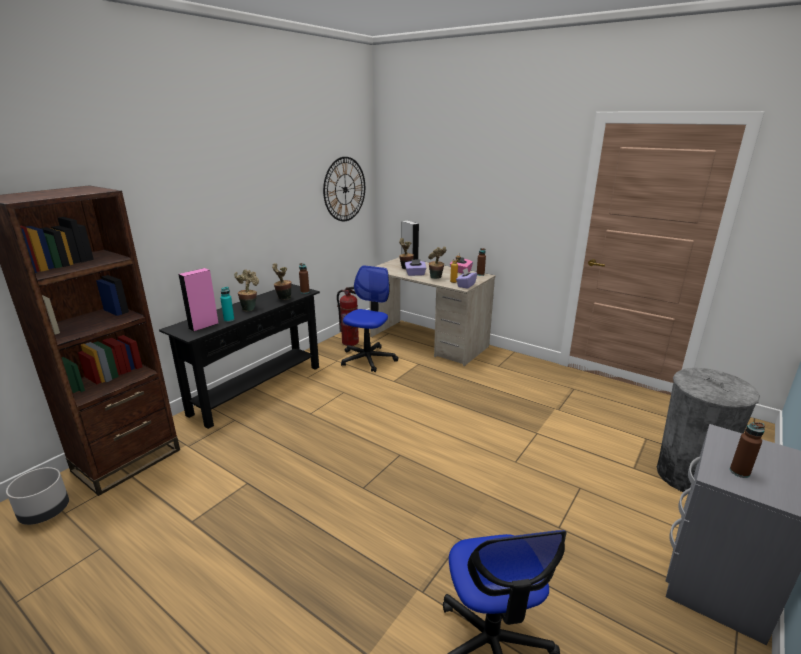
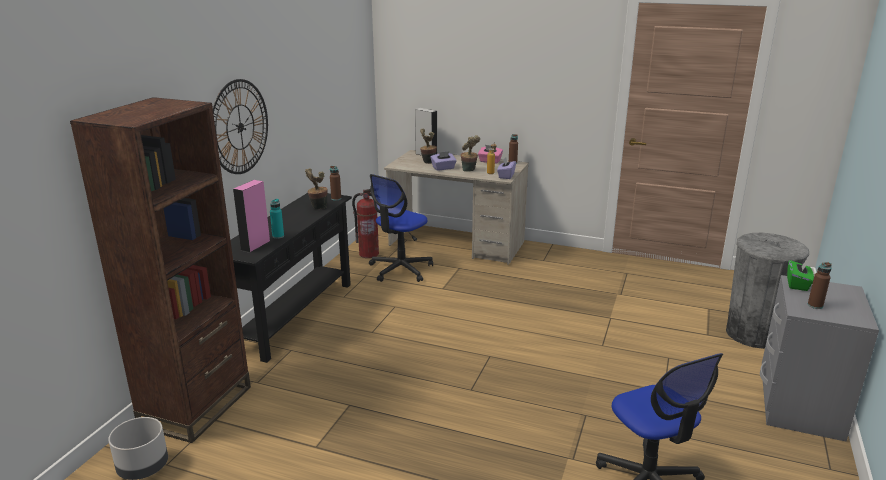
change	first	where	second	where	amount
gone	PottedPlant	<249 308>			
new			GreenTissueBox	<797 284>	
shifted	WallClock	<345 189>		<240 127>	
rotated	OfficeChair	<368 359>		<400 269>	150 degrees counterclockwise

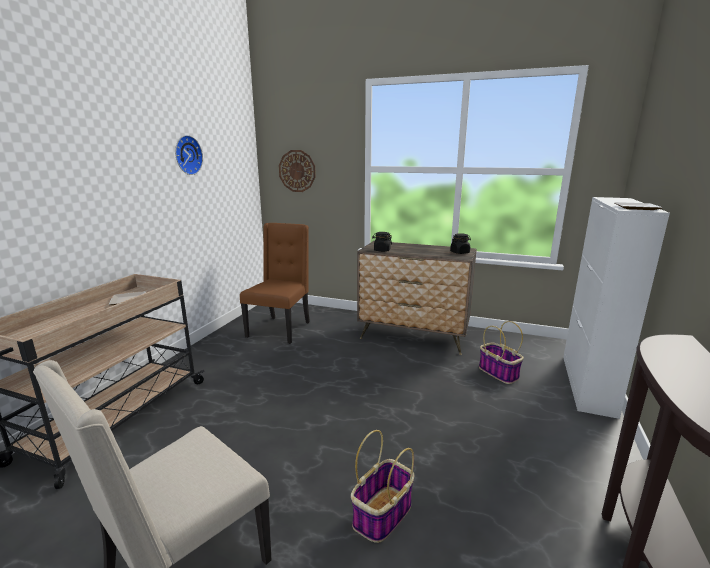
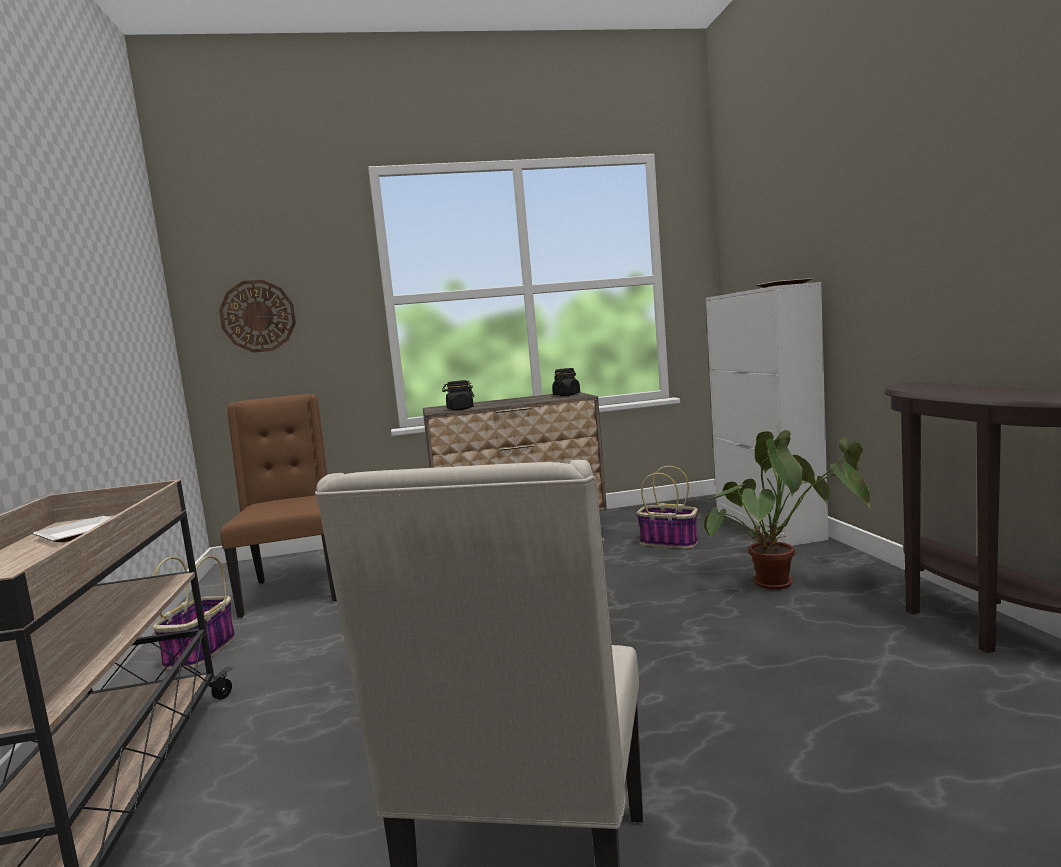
change	first	where	second	where	amount
gone	WallClock	<187 155>			
new			PottedPlant	<783 577>	
shifted	Basket	<382 515>		<200 652>	

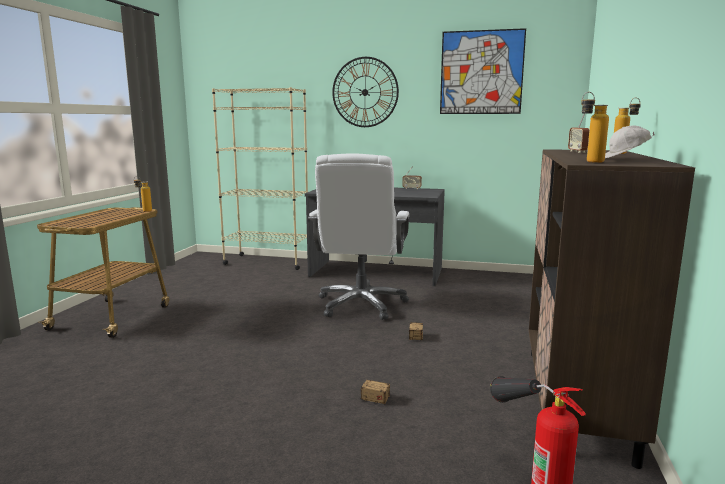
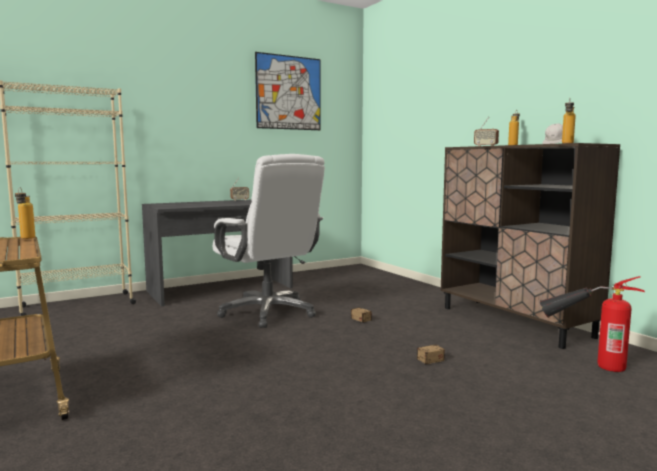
change	first	where	second	where	amount
gone	WallClock	<365 92>			

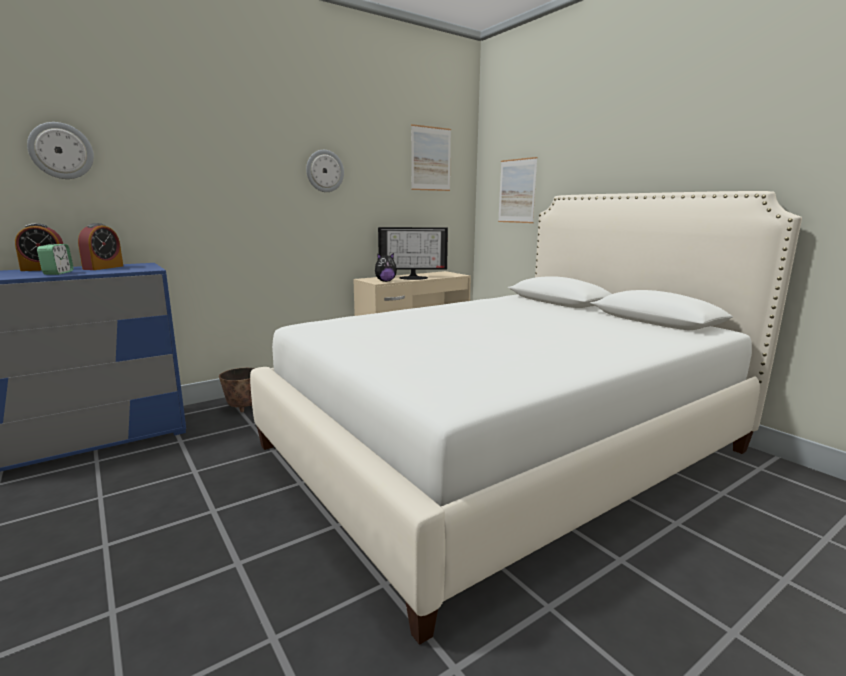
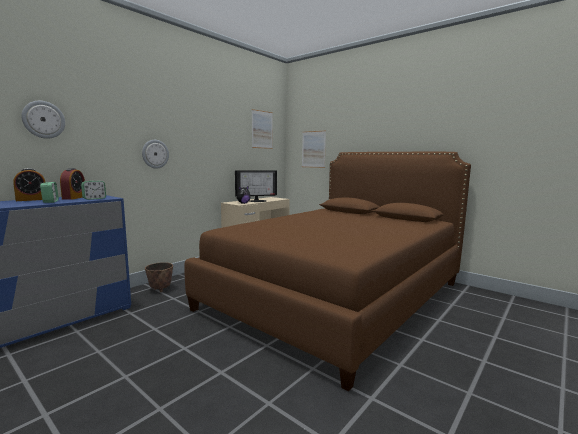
change	first	where	second	where	amount
new			AlarmClock	<94 198>	
shifted	WallClock	<324 171>		<155 154>	
repainted	WhiteBed	<505 448>	BrownBed	<337 295>	

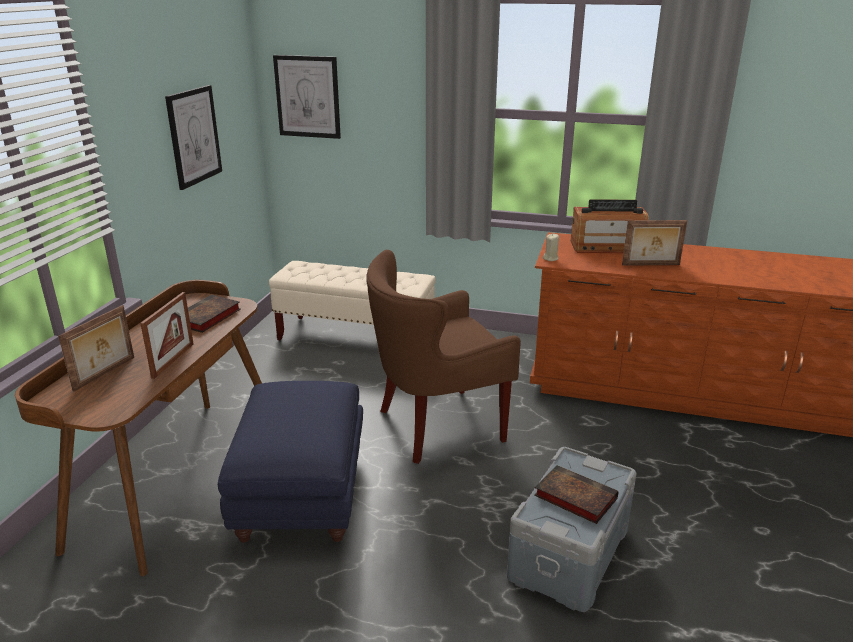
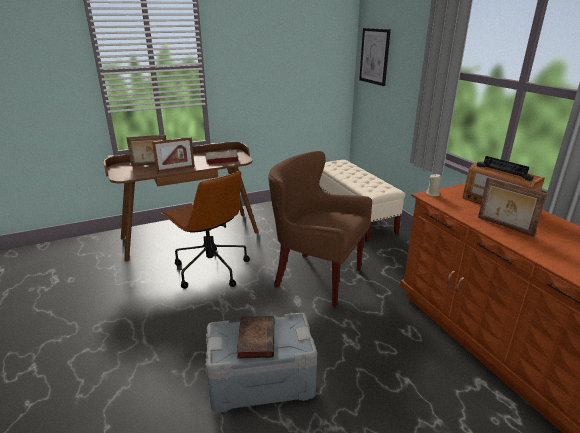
change	first	where	second	where	amount
gone	Picture	<194 136>			
swapped	BlueOttoman	<302 496>	BrownOfficeChair	<210 269>	

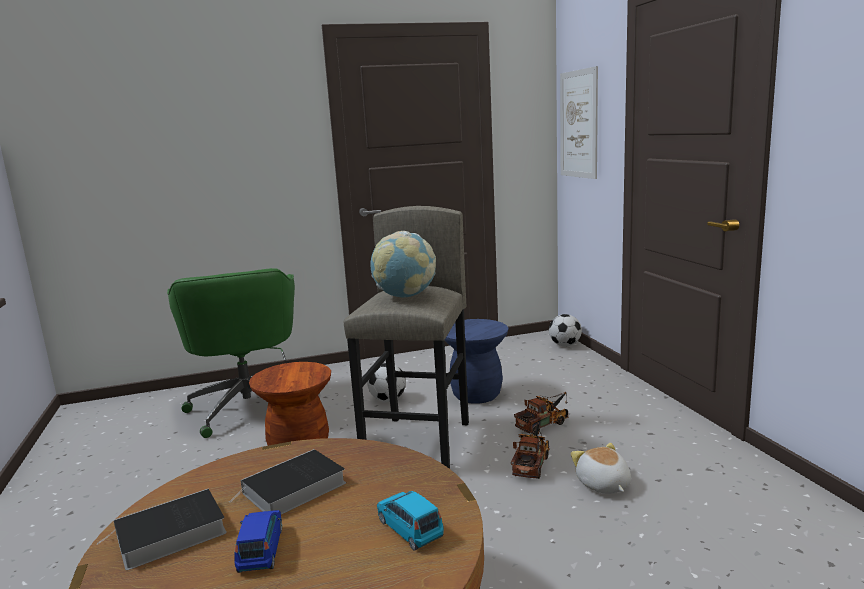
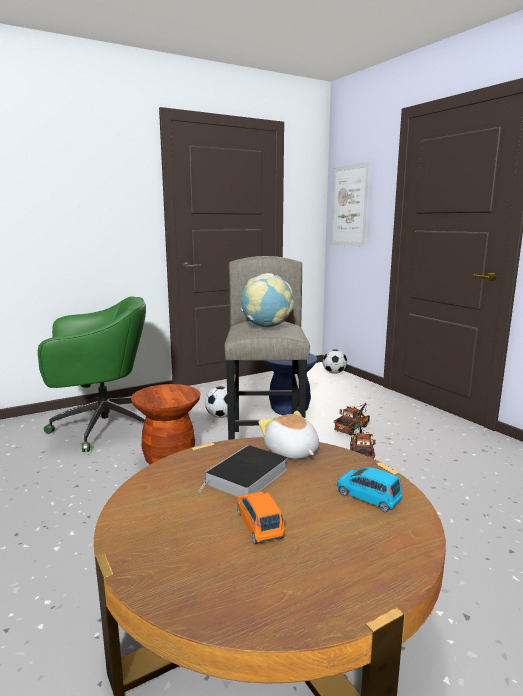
change	first	where	second	where	amount
gone	Book	<167 535>			
shifted	PlushToy	<603 485>		<291 452>	
repainted	BlueToyCar	<261 549>	OrangeToyCar	<259 524>	
rotated	GreenOfficeChair	<248 406>		<101 427>	75 degrees counterclockwise

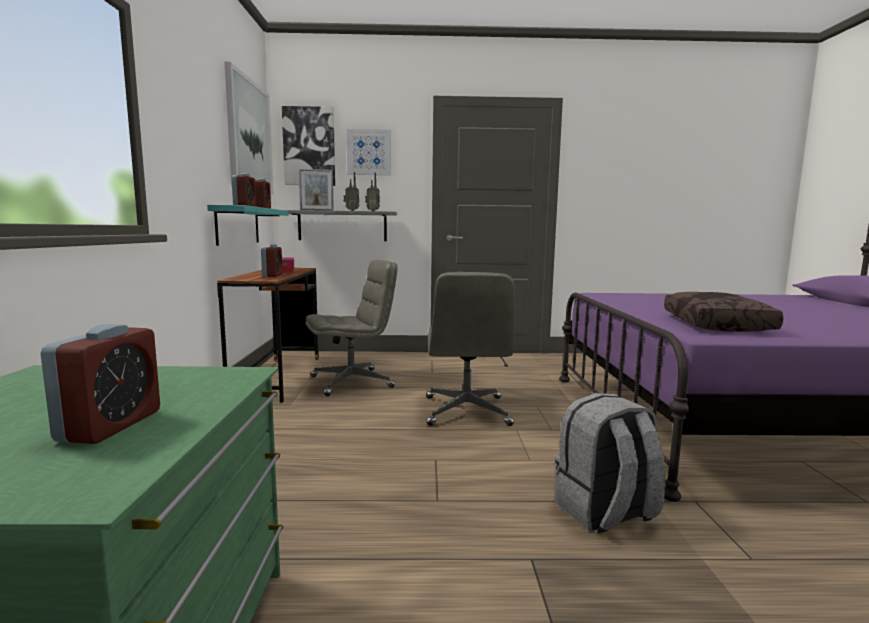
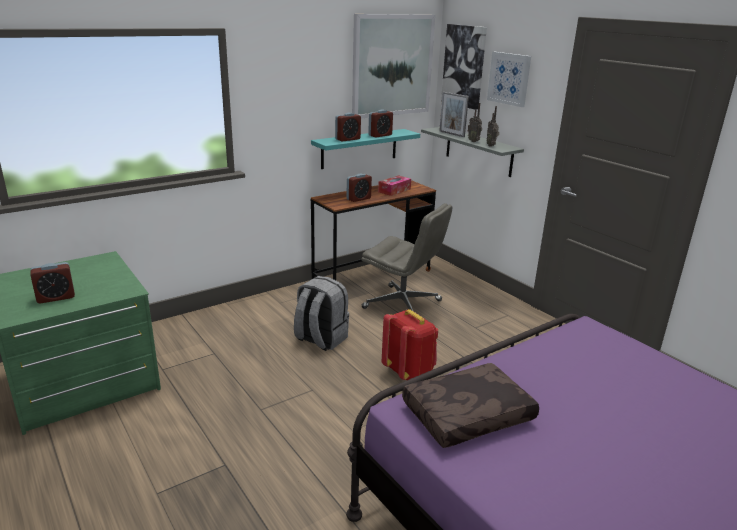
change	first	where	second	where	amount
shifted	GreyBackpack	<605 512>		<320 339>	
swapped	GreyOfficeChair	<467 411>	RedBackpack	<409 374>	

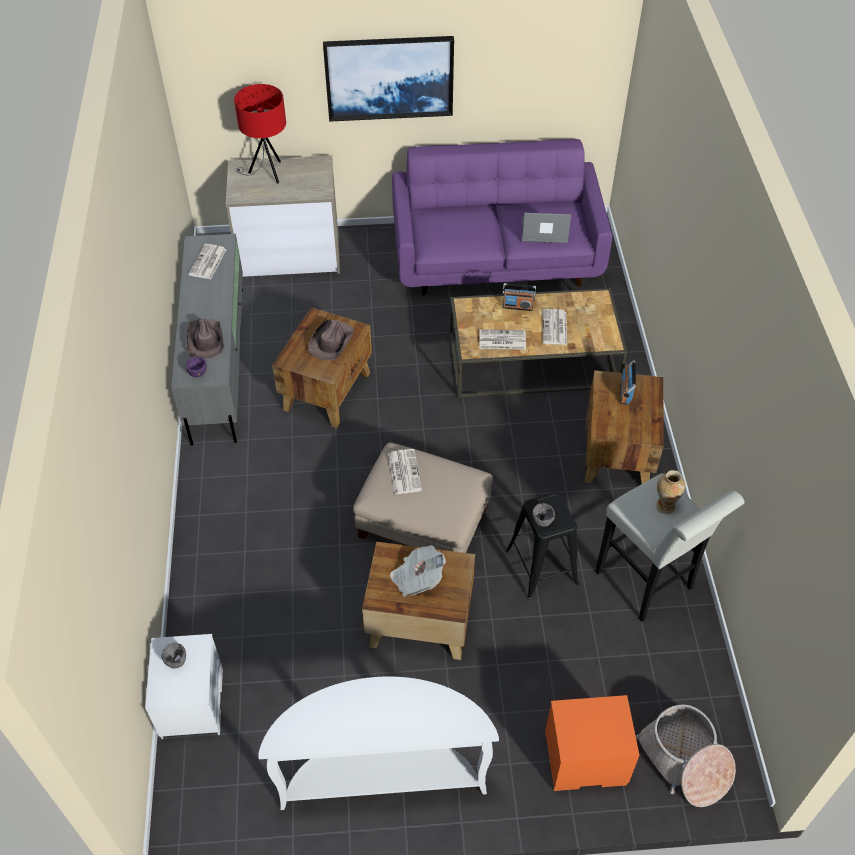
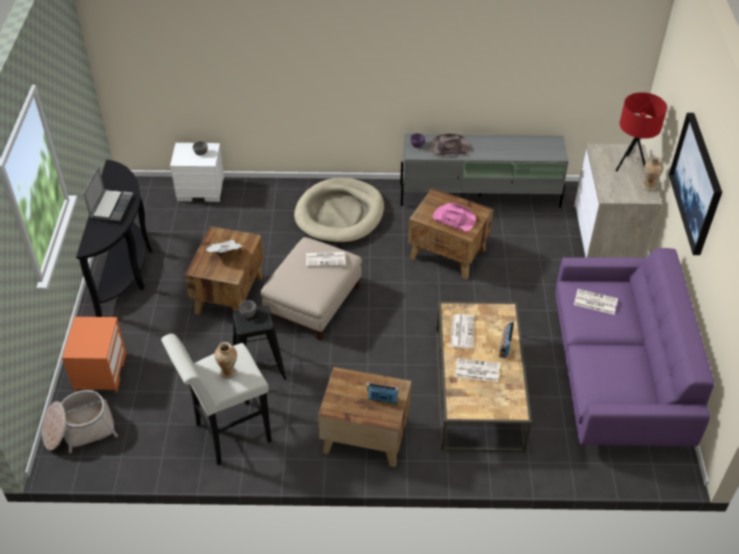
change	first	where	second	where	amount
new			BeigeDogBed	<340 214>	
new			Vase	<648 186>	
shifted	Newspaper	<208 262>		<595 302>	
shifted	Laptop	<543 232>		<111 206>	
repainted	WhiteConsoleTable	<382 774>	BlackConsoleTable	<127 270>	
repainted	BrownHat	<331 342>	PinkHat	<453 218>	

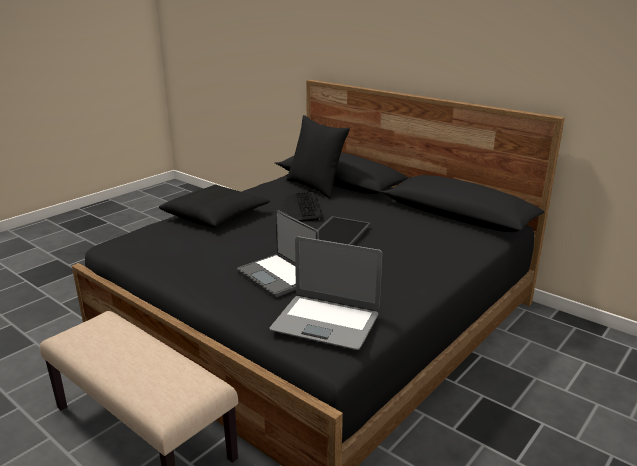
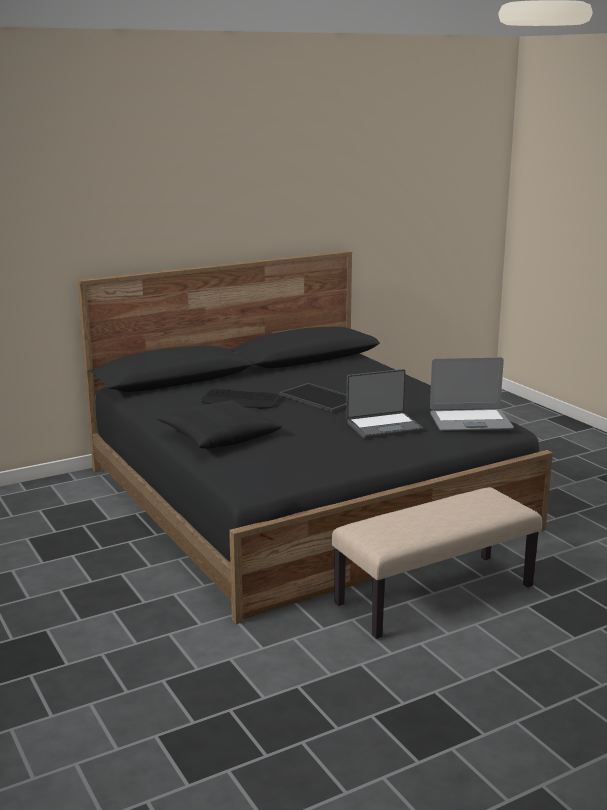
change	first	where	second	where	amount
gone	BlackPillow	<315 186>			
rotated	Laptop	<326 322>		<470 421>	45 degrees clockwise

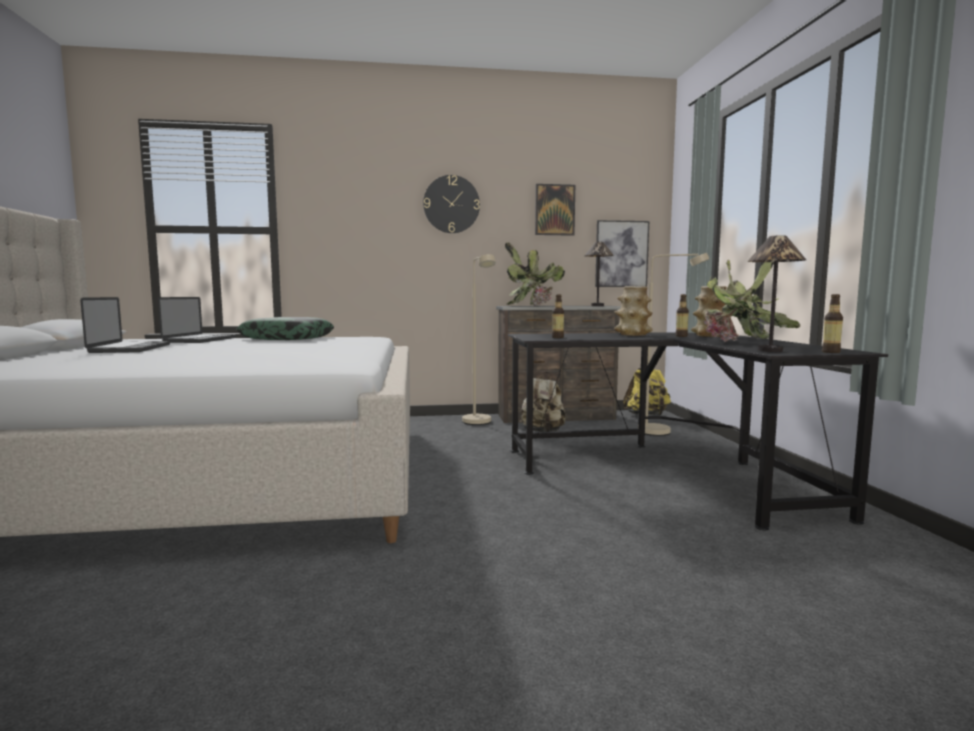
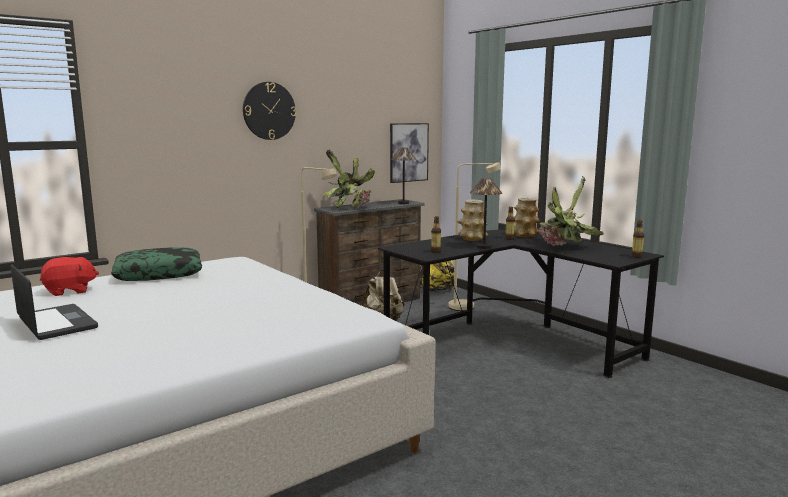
change	first	where	second	where	amount
gone	Picture	<554 210>			
shifted	TableLamp	<770 351>		<484 247>	
swapped	Laptop	<201 340>	RedPlushToy	<70 291>	

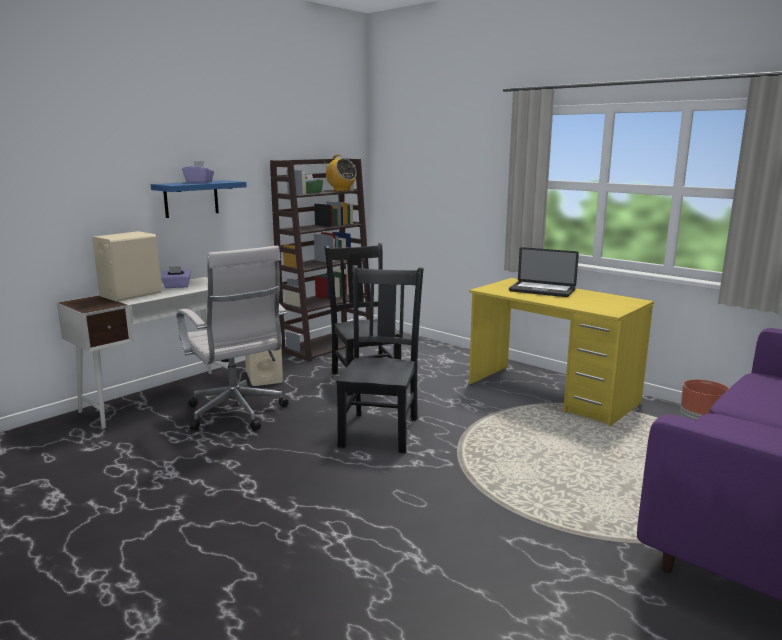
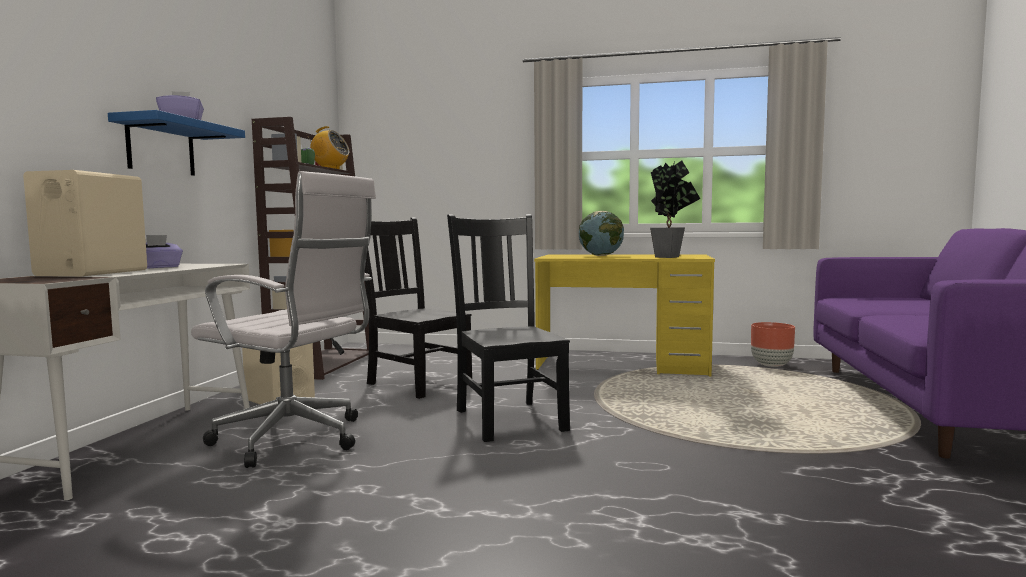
change	first	where	second	where	amount
new			PottedPlant	<670 257>	
swapped	Laptop	<542 290>	Globe	<601 255>	

